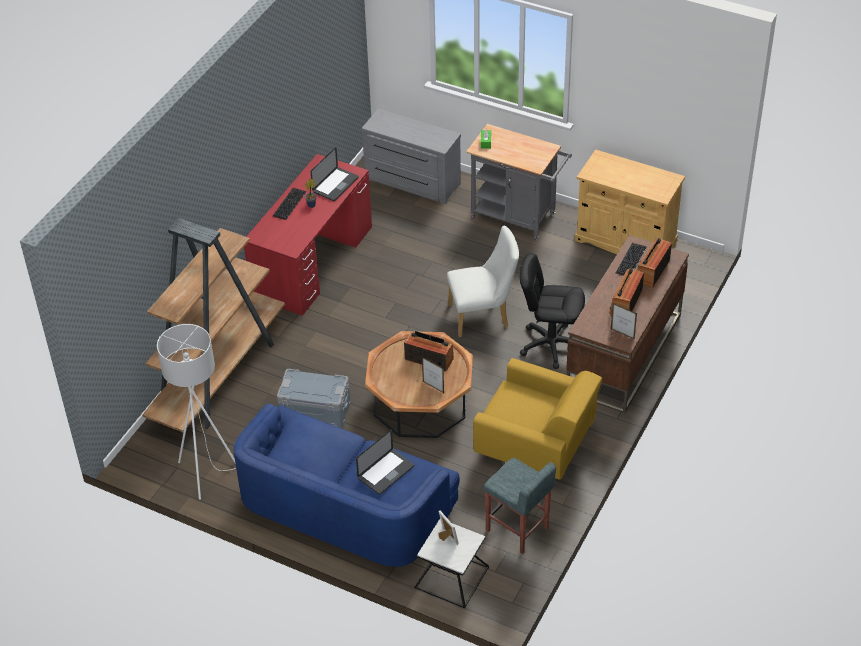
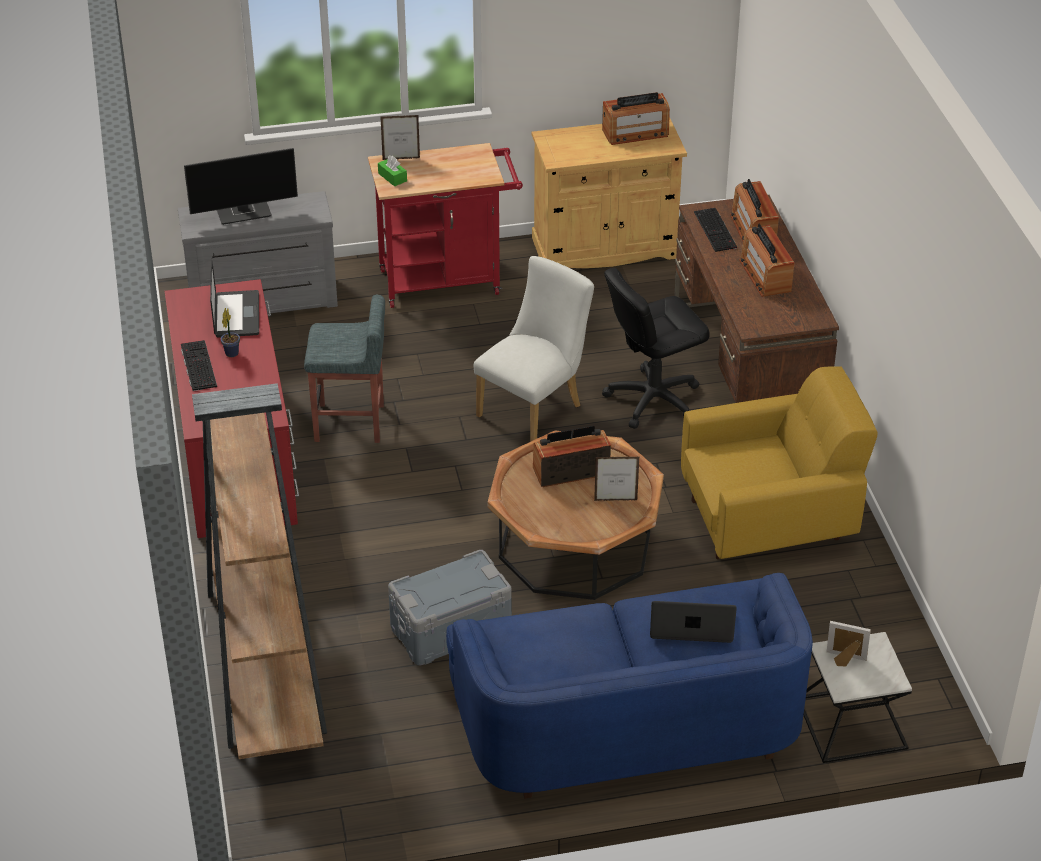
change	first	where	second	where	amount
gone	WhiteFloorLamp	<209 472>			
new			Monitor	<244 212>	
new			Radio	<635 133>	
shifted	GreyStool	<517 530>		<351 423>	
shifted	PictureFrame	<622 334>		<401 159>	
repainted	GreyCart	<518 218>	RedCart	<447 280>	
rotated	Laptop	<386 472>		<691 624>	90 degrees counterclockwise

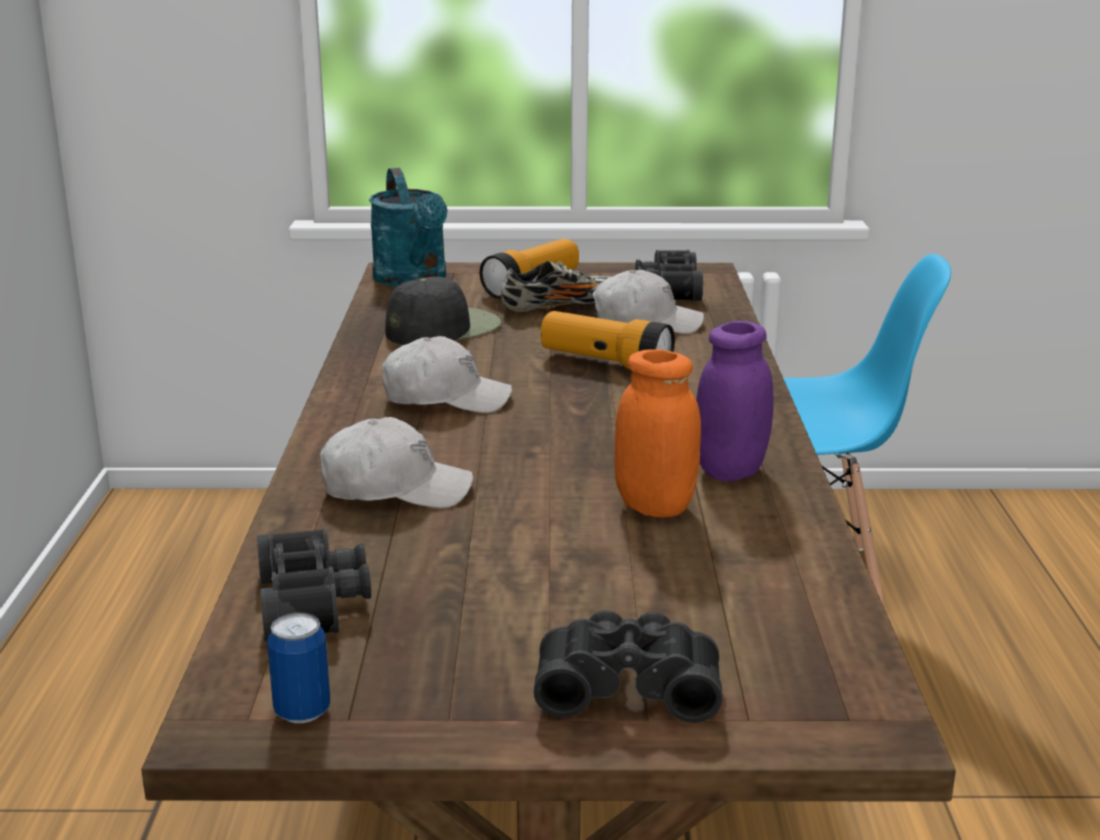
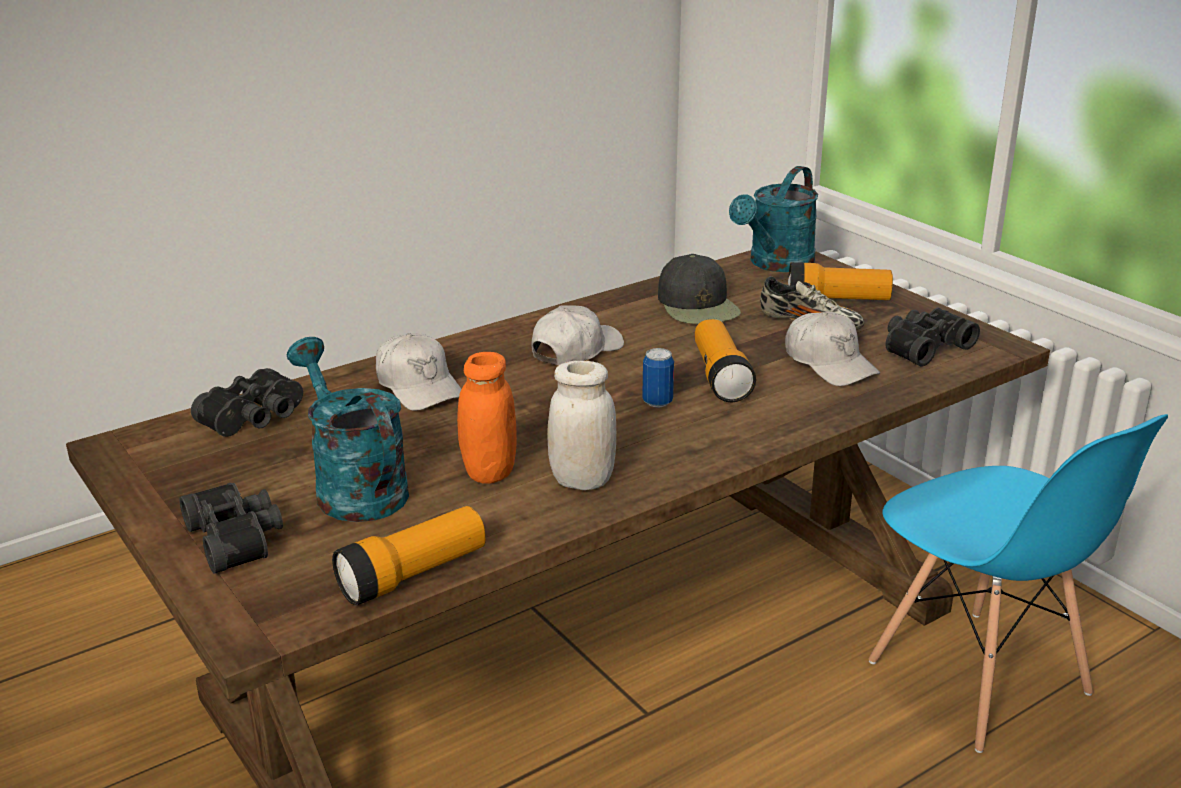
change	first	where	second	where	amount
new			TurquoiseWateringCan	<353 487>	
new			Flashlight	<413 575>	
shifted	Can	<302 711>		<657 402>	
repainted	PurpleJar	<731 471>	WhiteJar	<582 481>	
rotated	WhiteCap	<445 398>		<576 350>	105 degrees counterclockwise
rotated	BlackCap	<442 328>		<698 305>	60 degrees clockwise

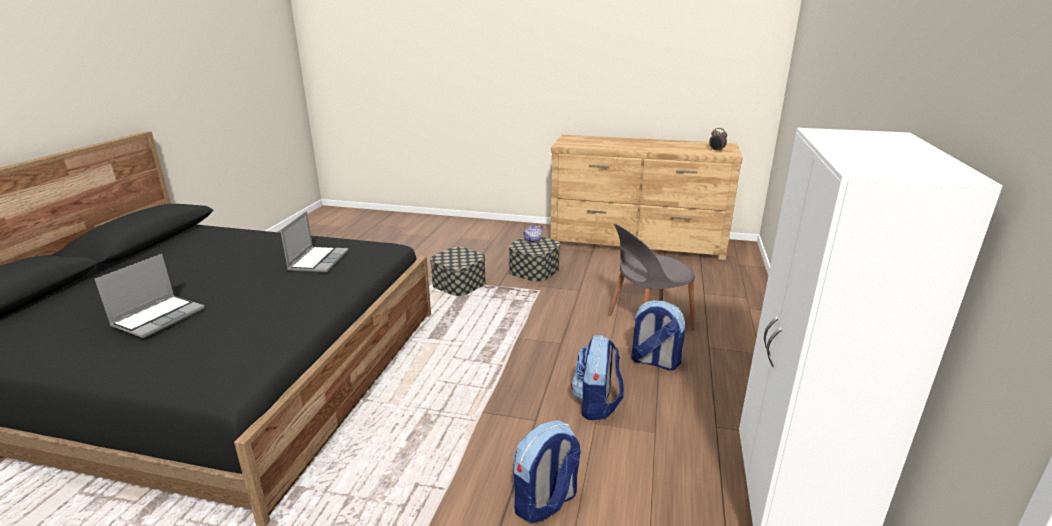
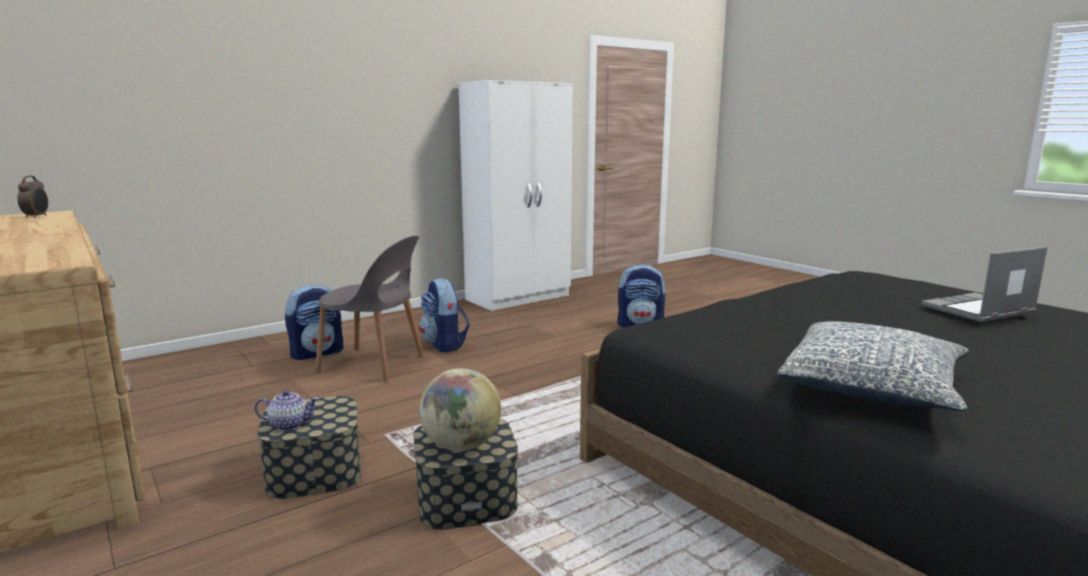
change	first	where	second	where	amount
gone	Laptop	<318 260>			
new			Globe	<461 446>	
new			Pillow	<872 388>	
shifted	Backpack	<596 405>		<317 353>	

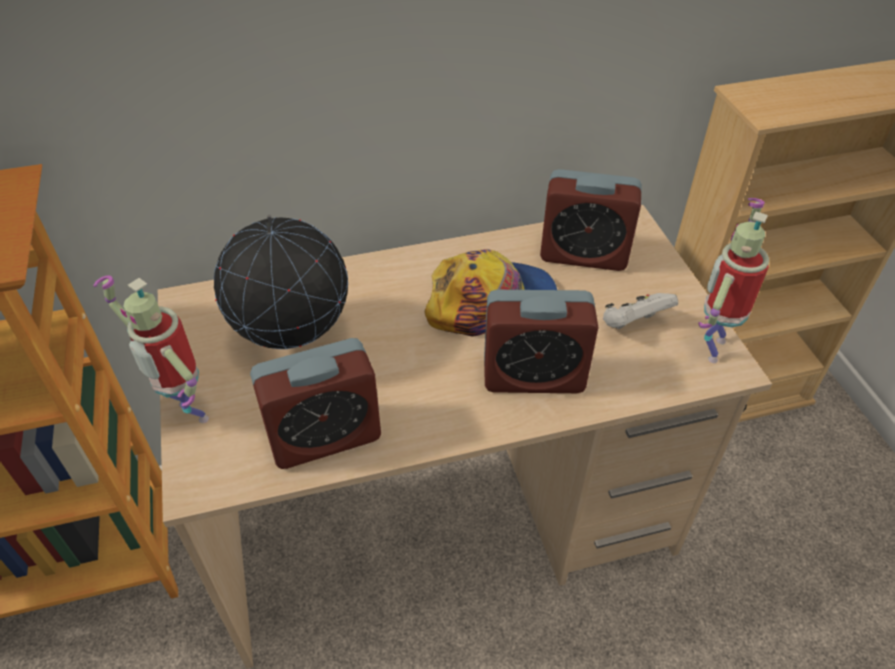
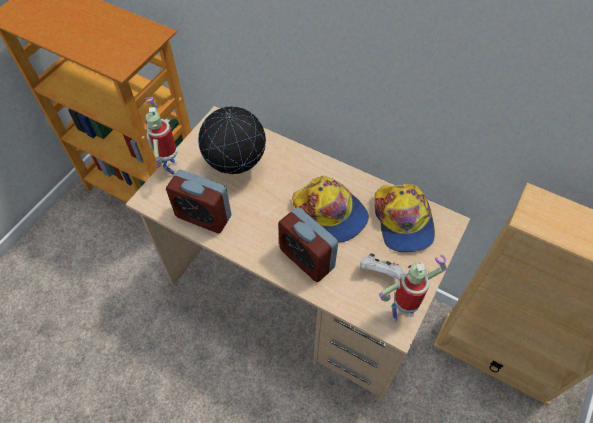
change	first	where	second	where	amount
swapped	AlarmClock	<583 254>	Cap	<403 221>	

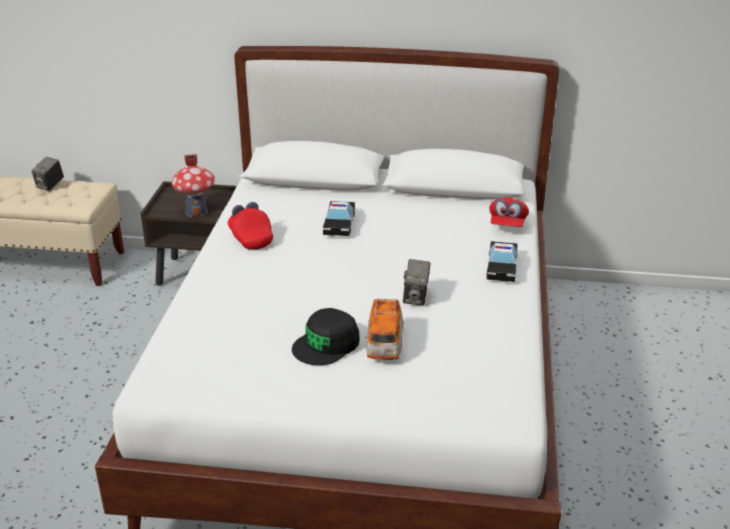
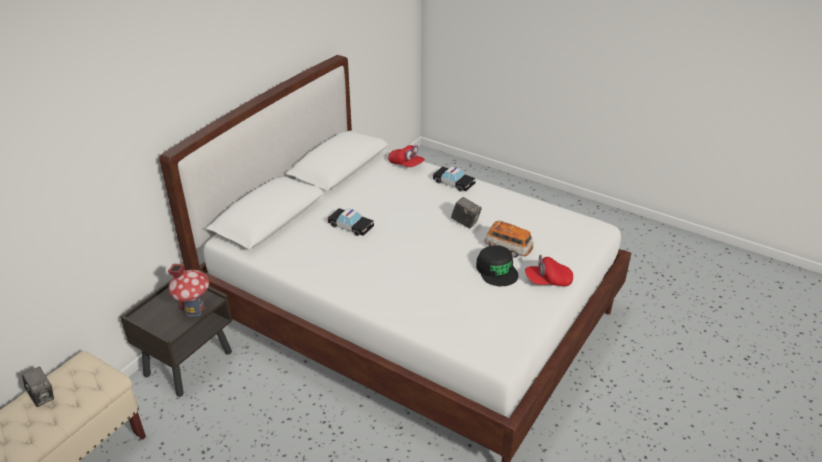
change	first	where	second	where	amount
shifted	RedCap	<250 238>		<548 281>	

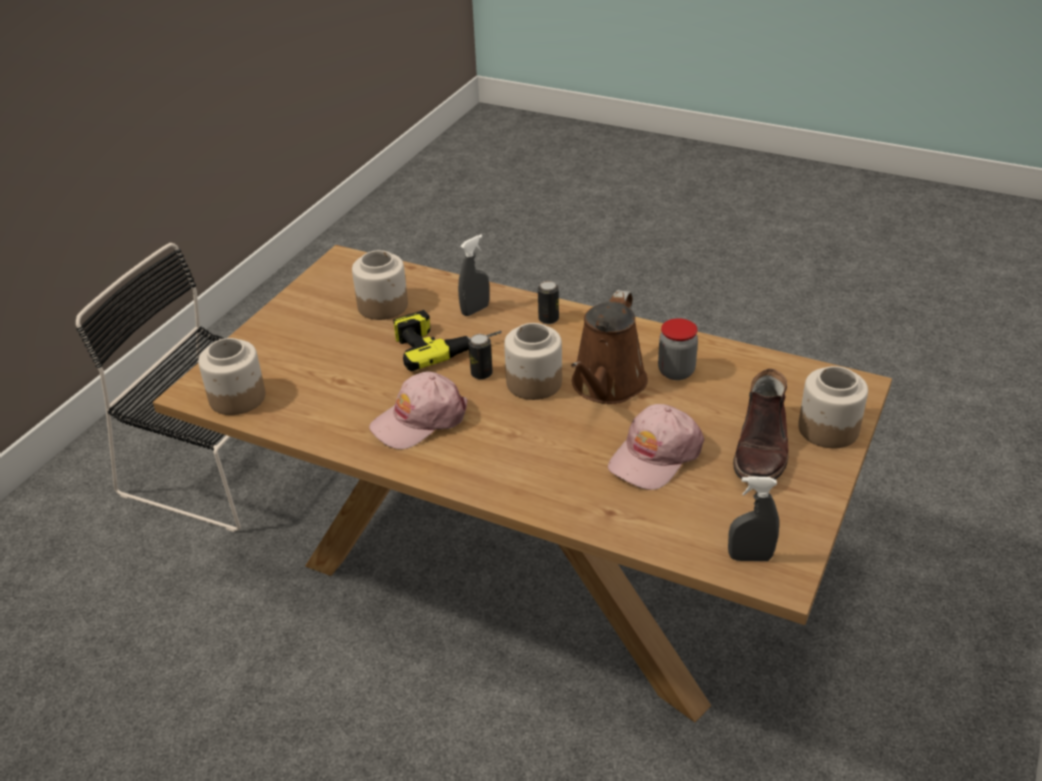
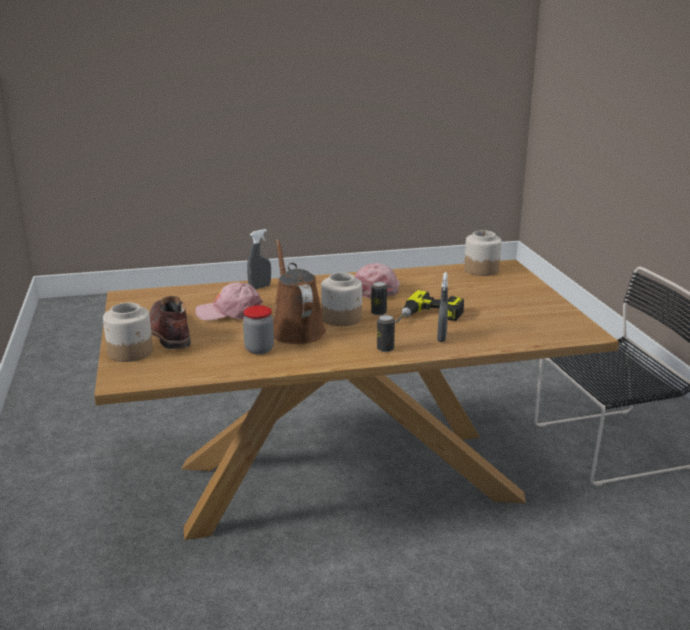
change	first	where	second	where	amount
gone	Jar	<383 305>			
shifted	GreySprayBottle	<750 557>		<260 287>	
rotated	PinkCap	<654 456>		<230 312>	90 degrees counterclockwise

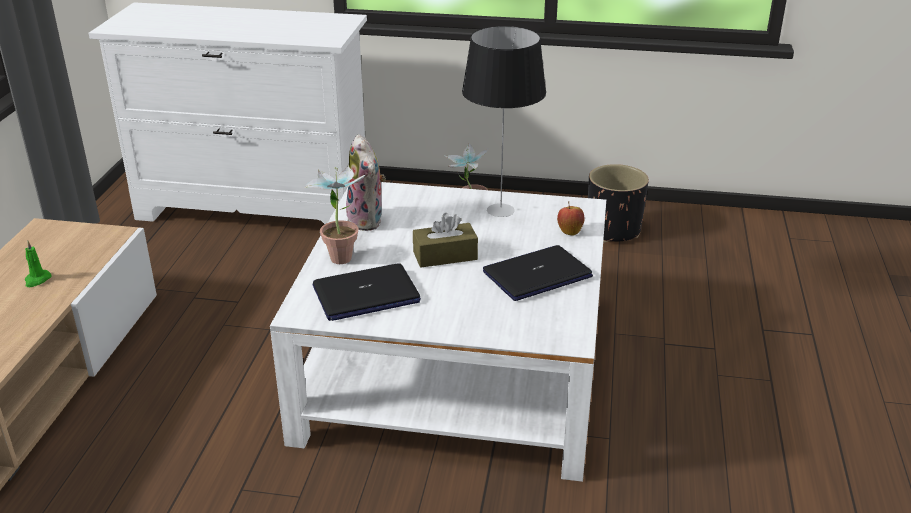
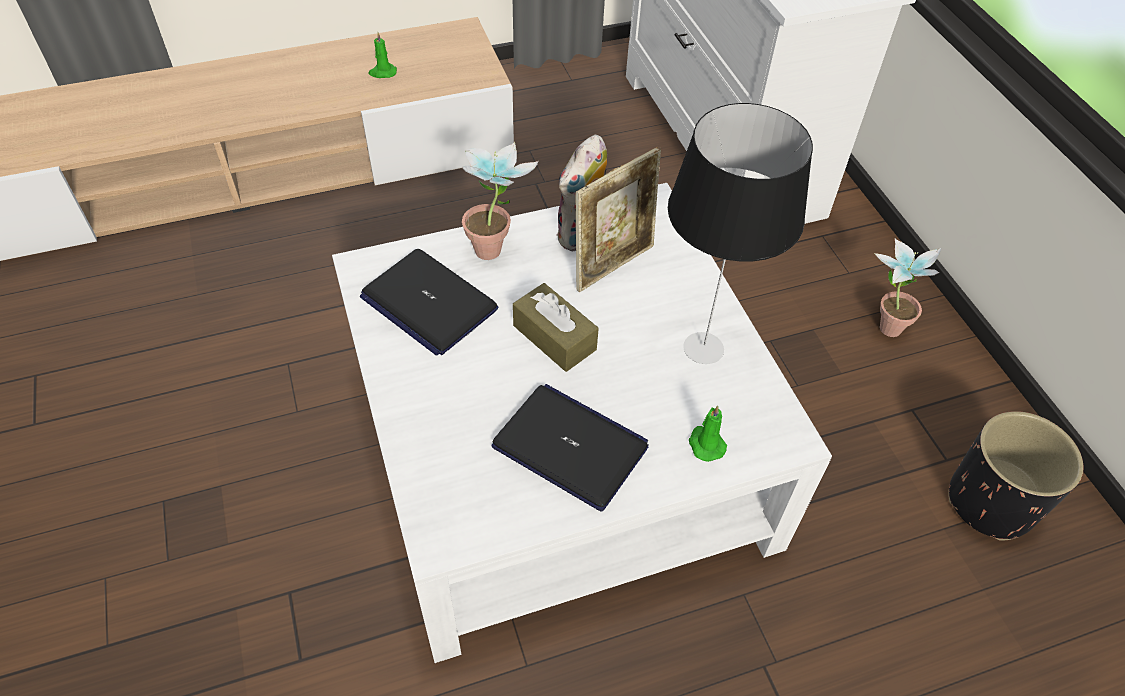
change	first	where	second	where	amount
new			PictureFrame	<613 265>	
swapped	Apple	<569 231>	GreenCandle	<705 444>	

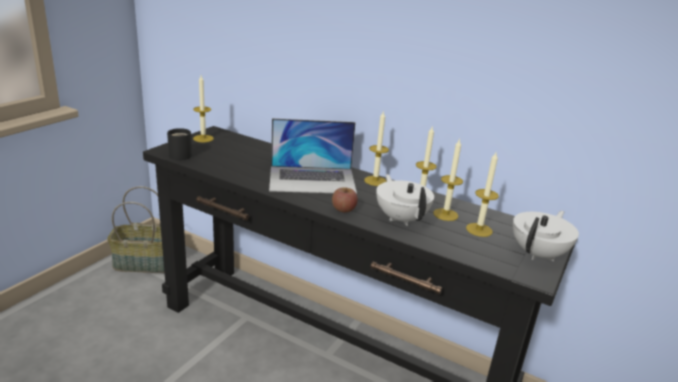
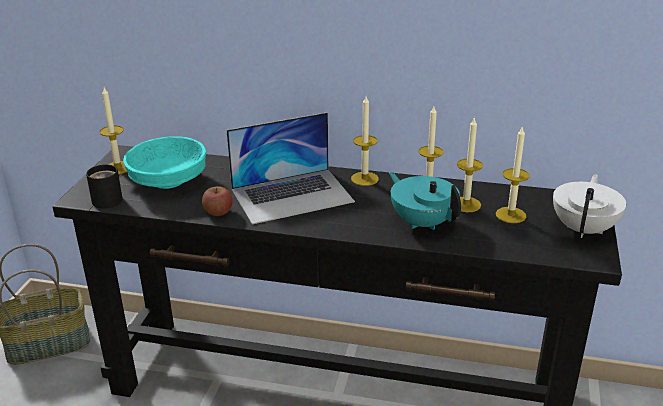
change	first	where	second	where	amount
new			TurquoiseBowl	<169 181>	
shifted	Apple	<343 209>		<218 212>	
repainted	WhiteTeapot	<401 218>	TurquoiseTeapot	<422 222>	

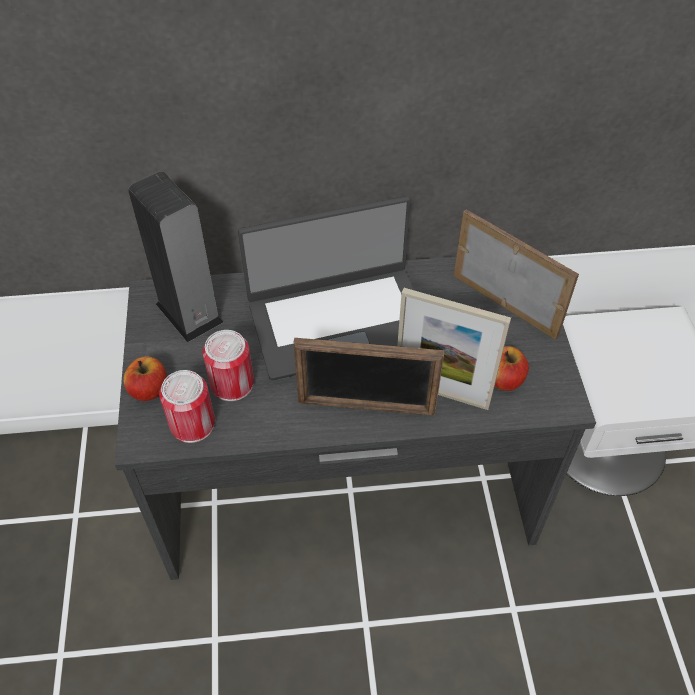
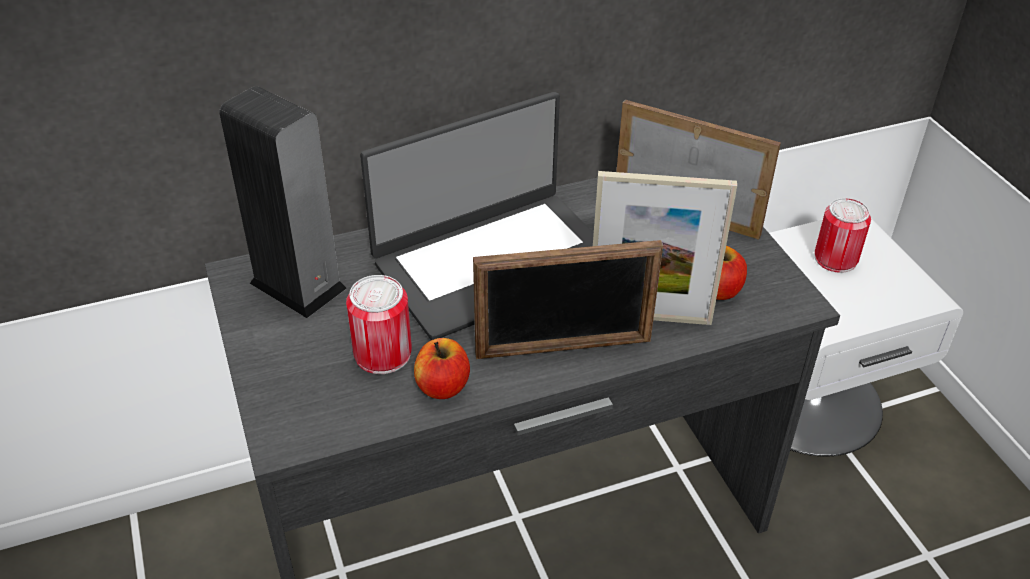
change	first	where	second	where	amount
shifted	Apple	<149 389>		<443 386>	
shifted	Can	<192 424>		<835 258>	

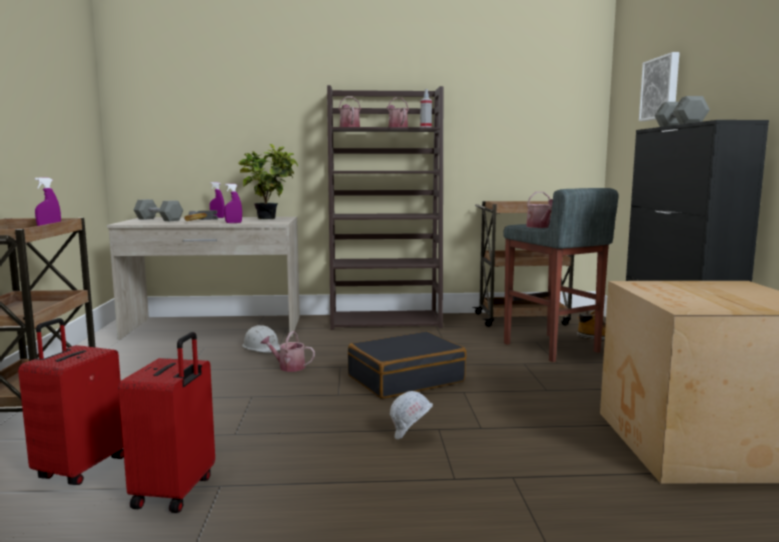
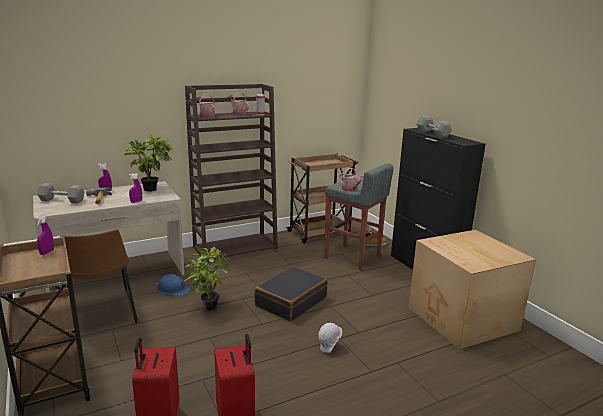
change	first	where	second	where	amount
gone	Picture	<661 88>			
new			BrownChair	<102 315>	
swapped	WateringCan	<288 367>	PottedPlant	<209 305>	
repainted	WhiteHardHat	<262 347>	BlueHardHat	<173 289>	

